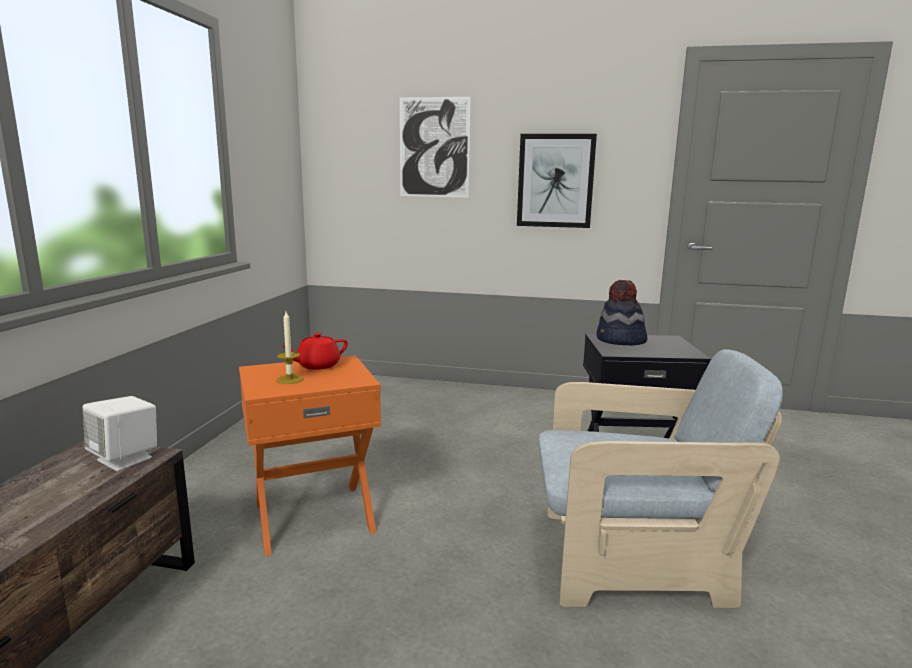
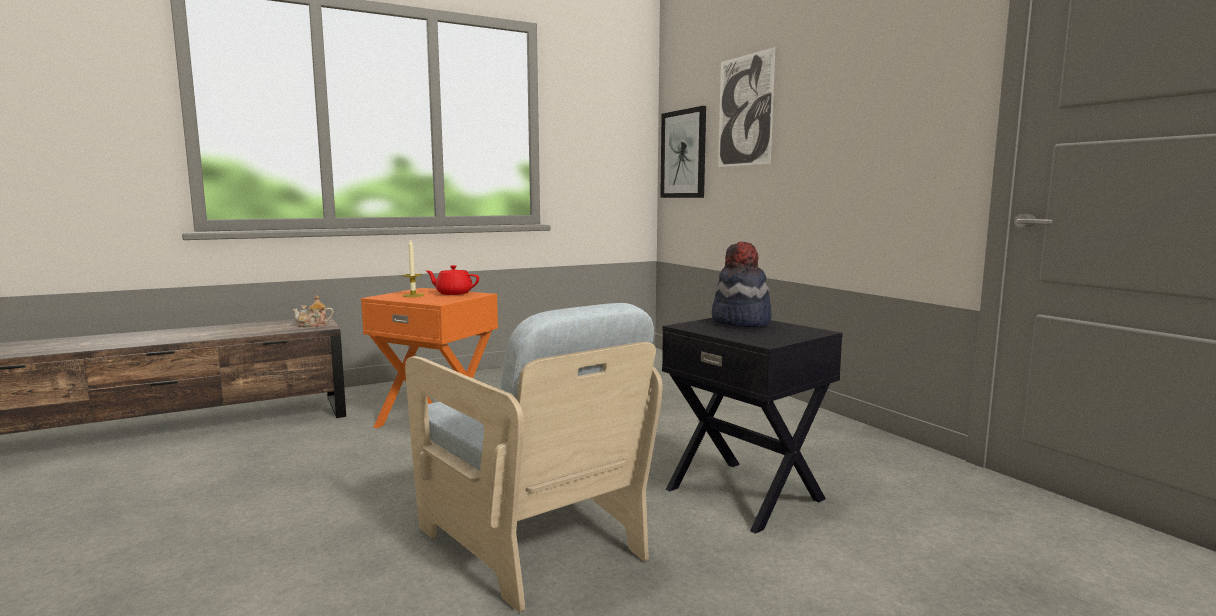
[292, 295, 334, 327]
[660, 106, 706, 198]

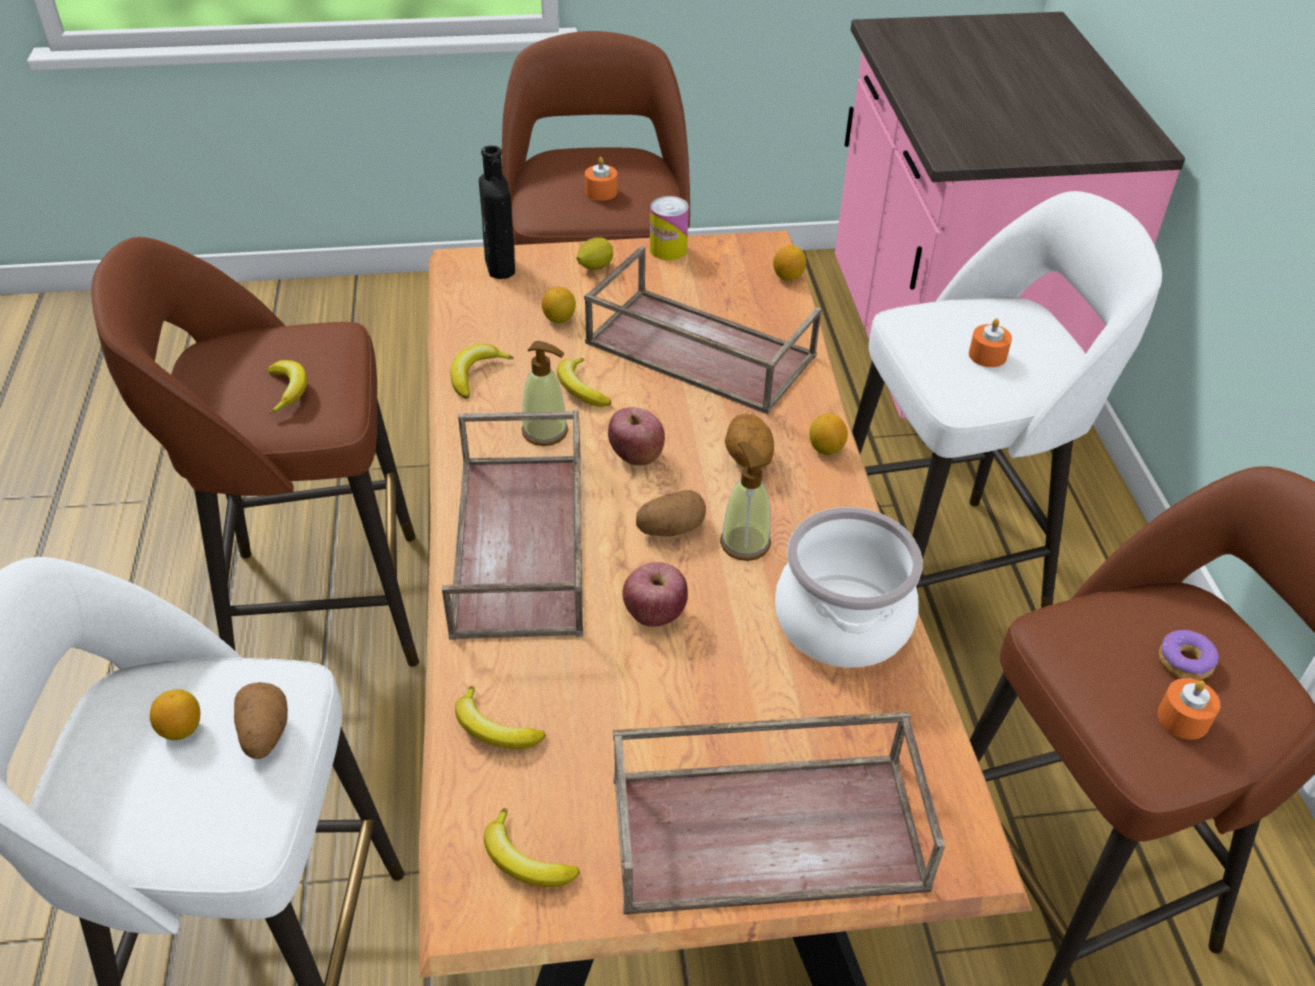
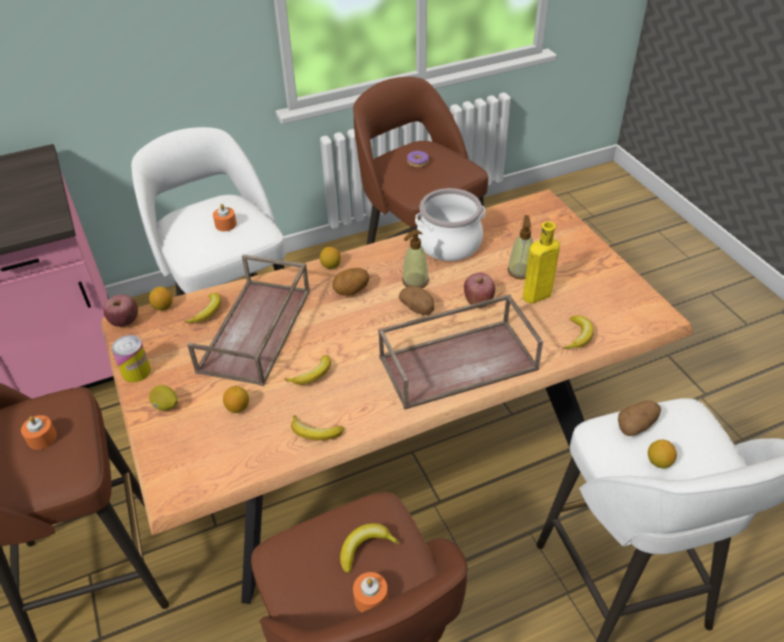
[479, 146, 515, 279] (first image)
[184, 293, 221, 323]
[507, 215, 533, 279]
[103, 294, 138, 327]
[613, 711, 945, 915] (first image)
[353, 572, 388, 613]
[522, 221, 560, 304]

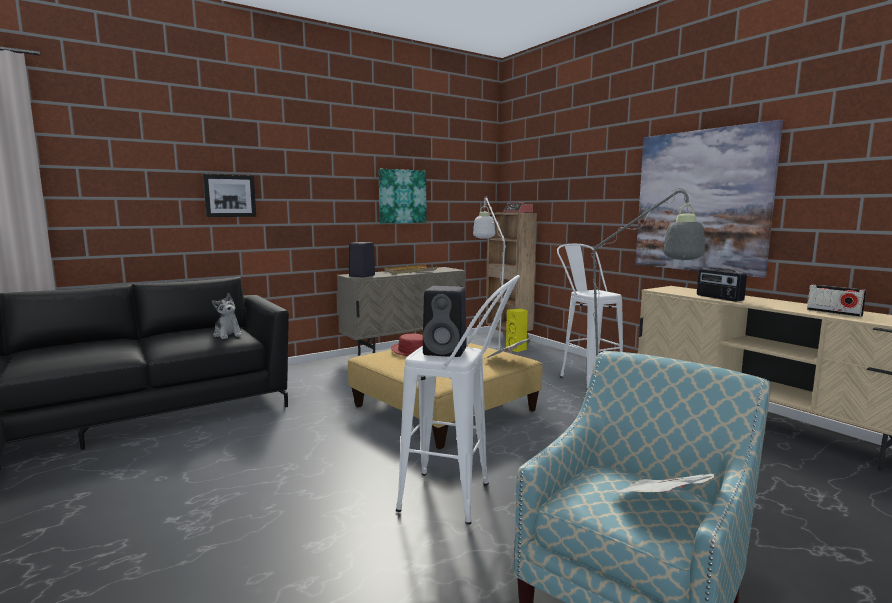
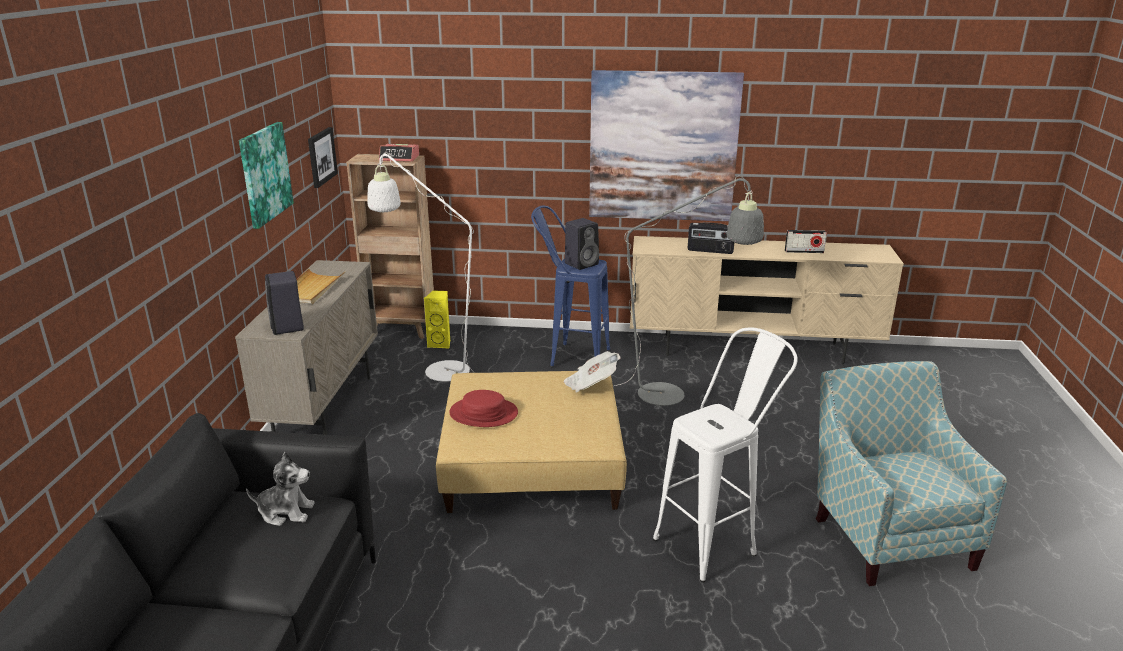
[308, 127, 338, 188]
[565, 218, 599, 270]
[531, 206, 610, 368]
[611, 473, 717, 493] (first image)

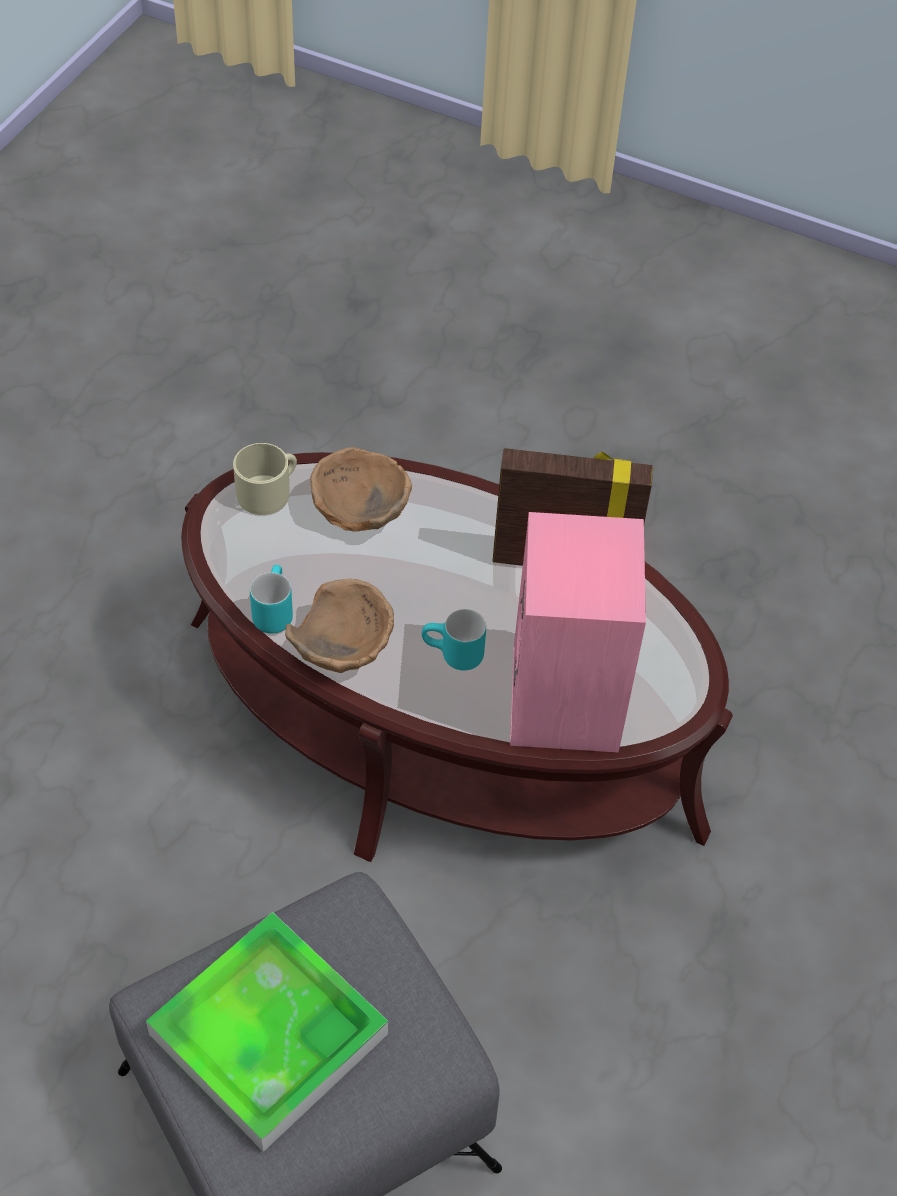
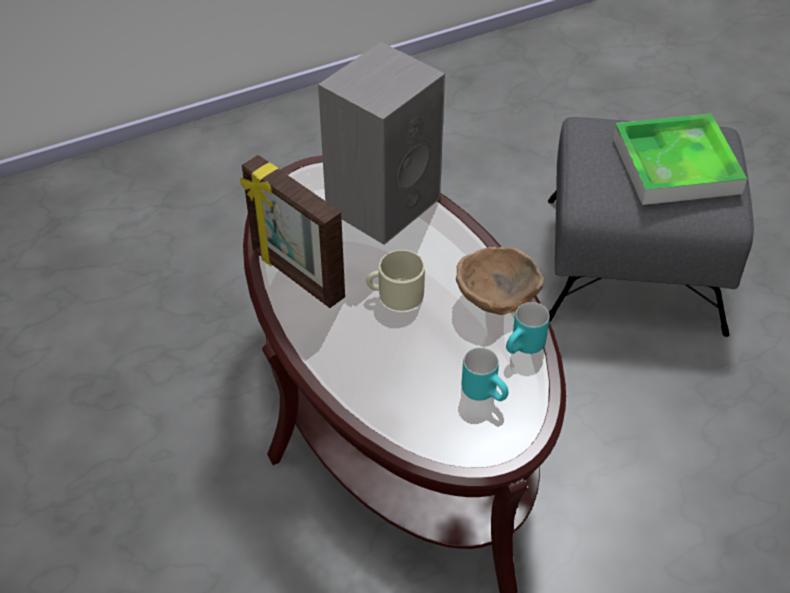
[366, 250, 425, 311]
[310, 447, 412, 532] (first image)
[461, 348, 508, 401]
[318, 42, 445, 245]

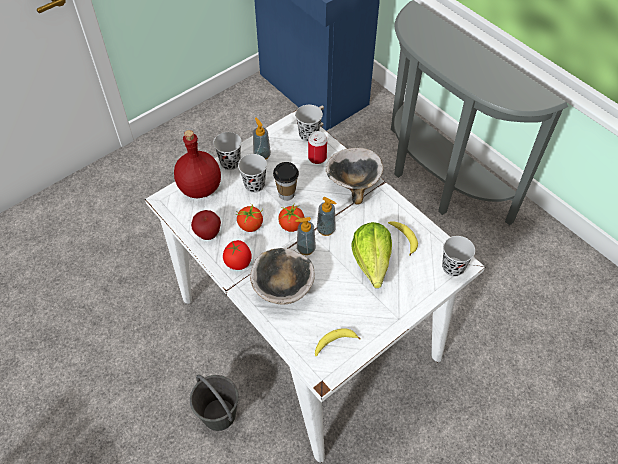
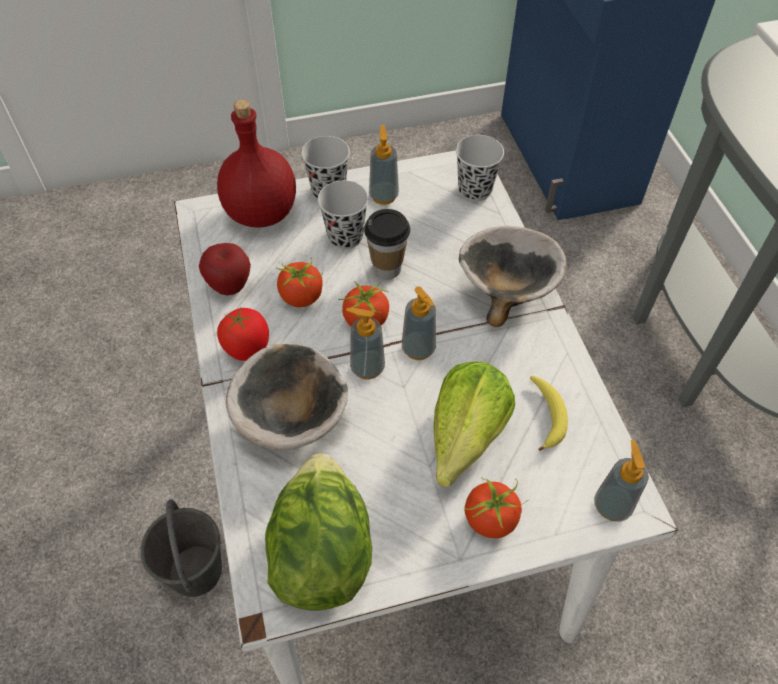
[308, 131, 327, 164] (first image)
[265, 454, 372, 611]
[594, 440, 649, 522]
[465, 478, 528, 538]

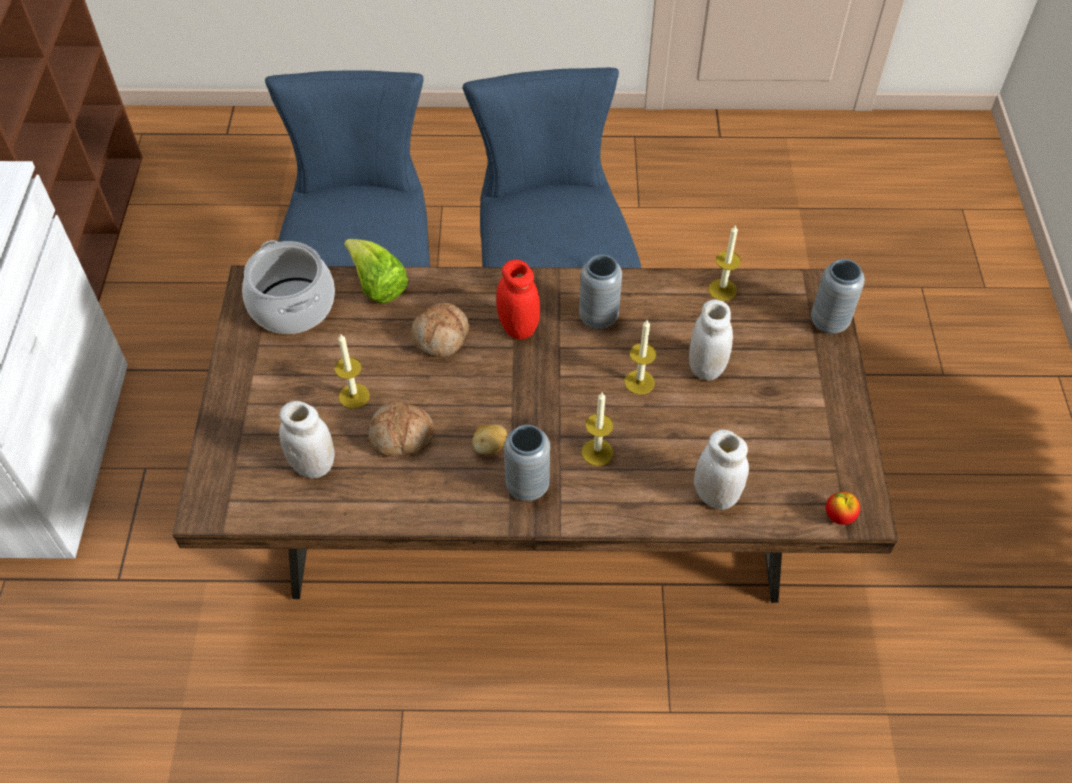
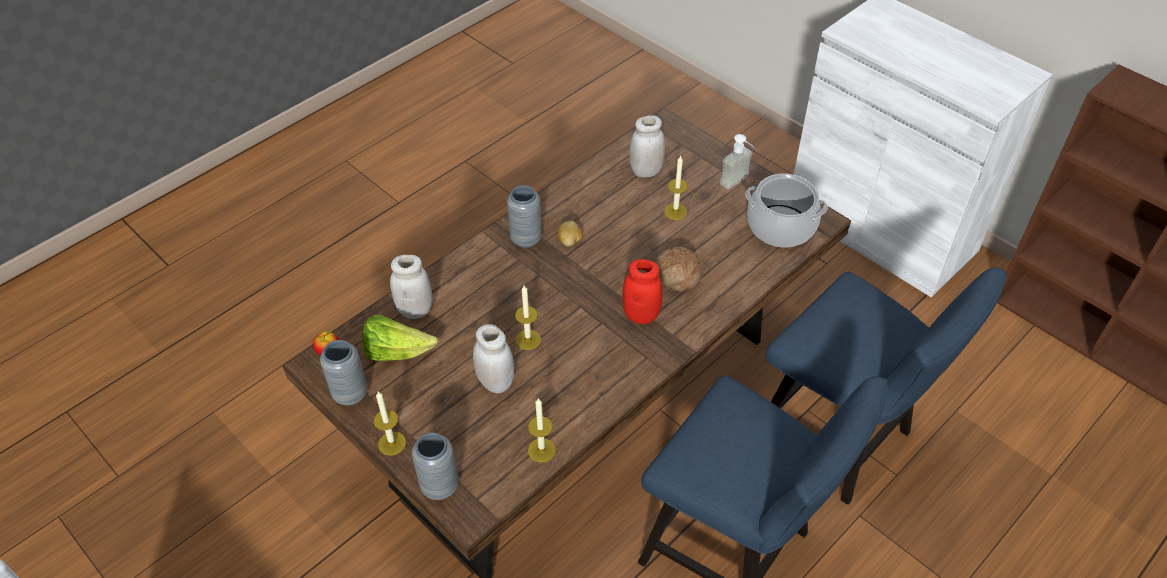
[362, 315, 438, 361]
[369, 401, 434, 457] (first image)
[320, 340, 367, 405]
[374, 392, 406, 456]
[720, 134, 756, 189]

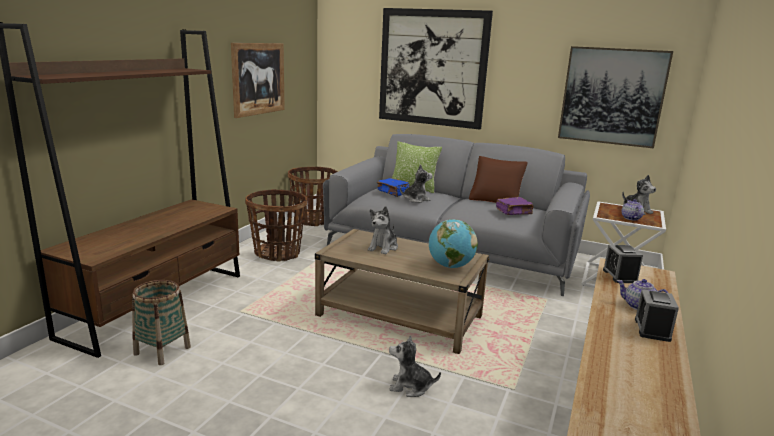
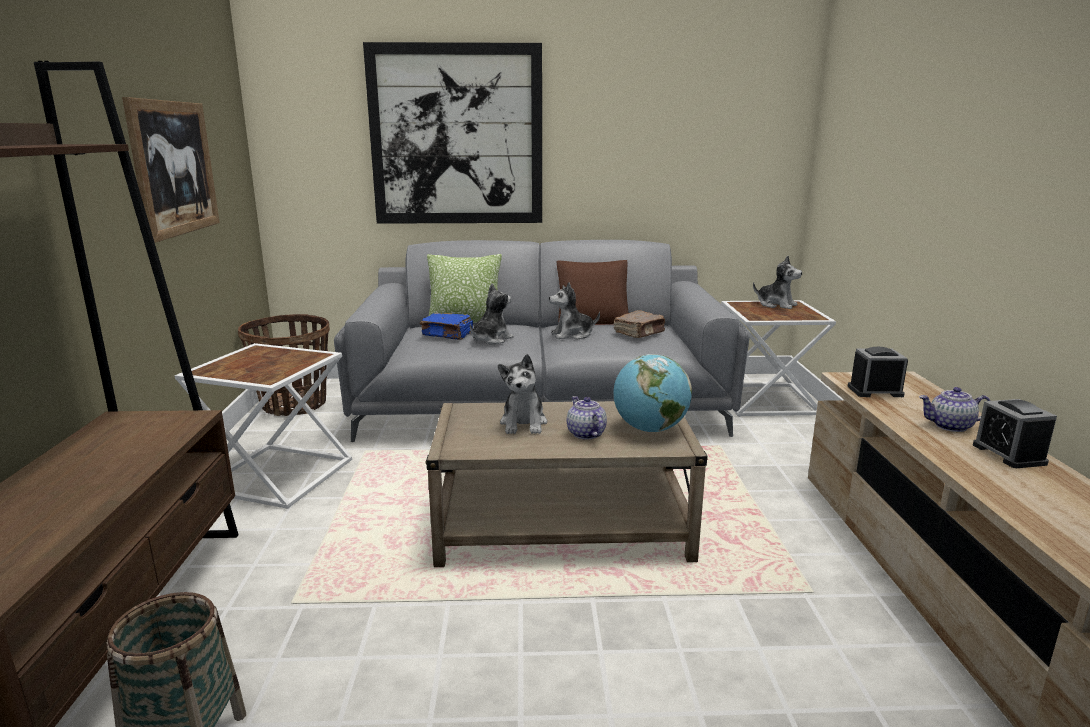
[175, 343, 352, 509]
[549, 282, 600, 340]
[614, 310, 665, 338]
[558, 46, 673, 148] (first image)
[847, 347, 908, 397]
[567, 396, 607, 440]

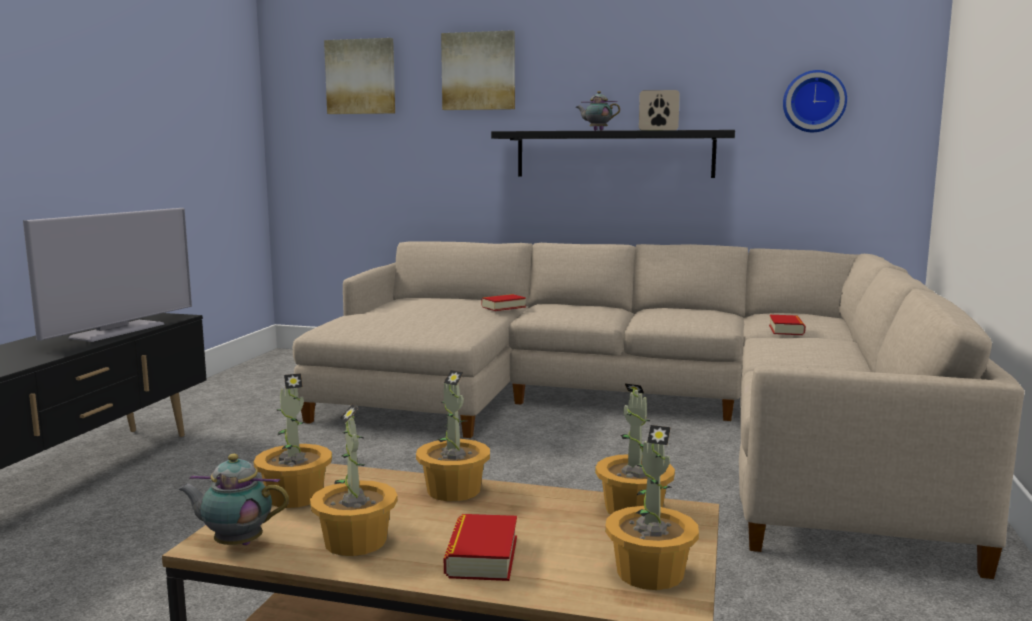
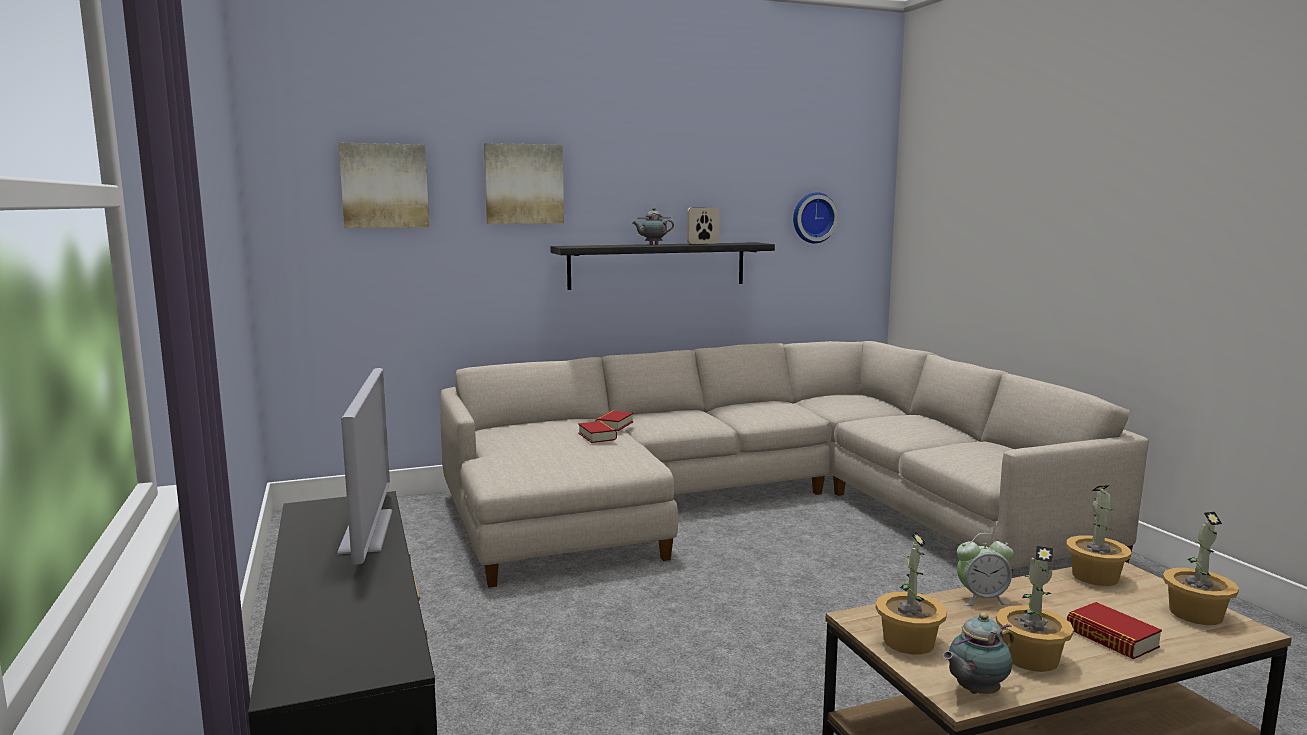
[957, 533, 1014, 606]
[578, 421, 617, 443]

